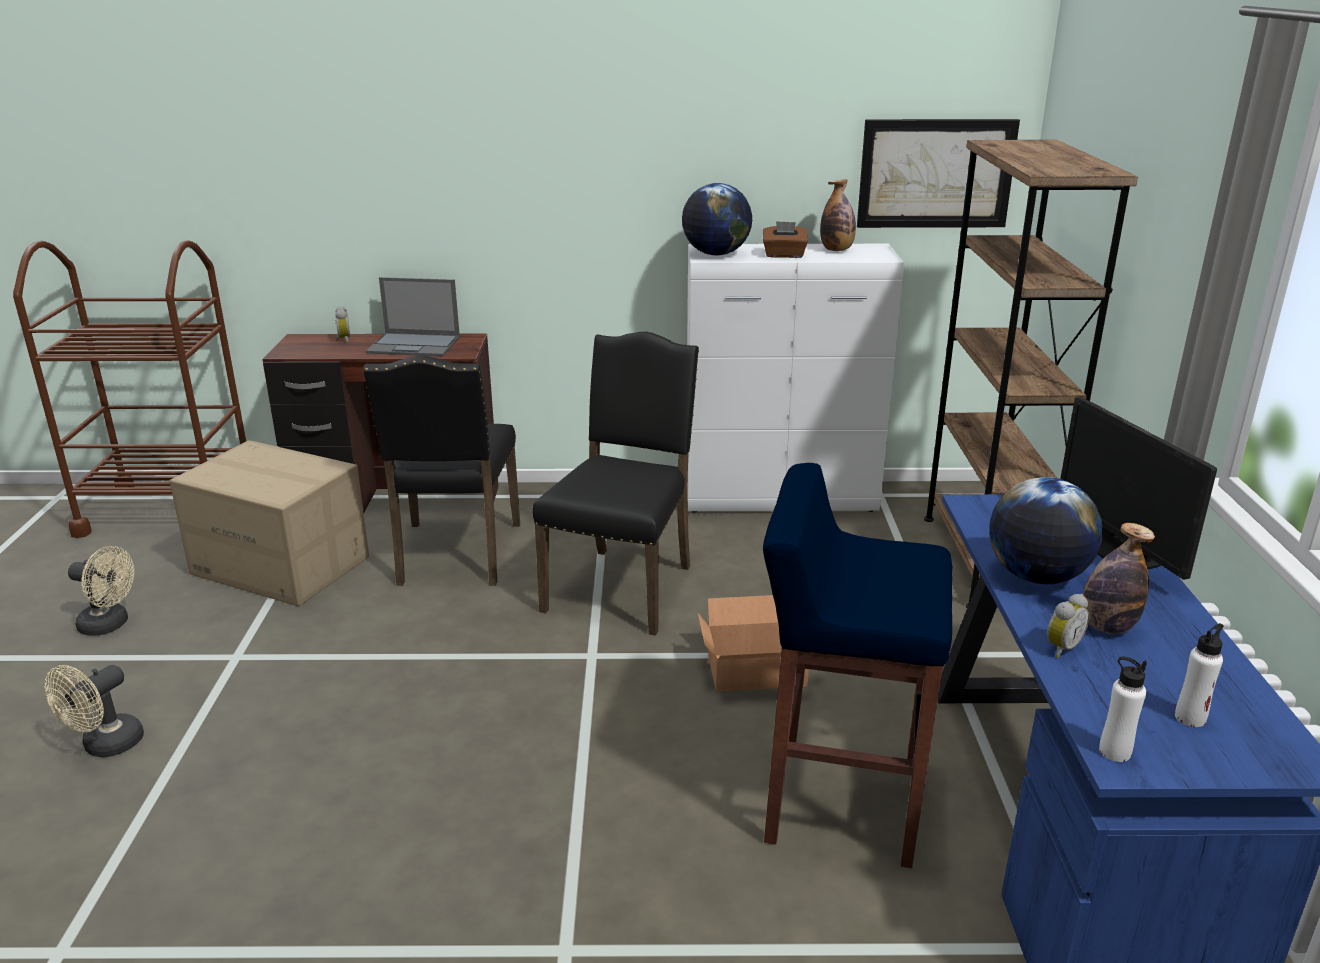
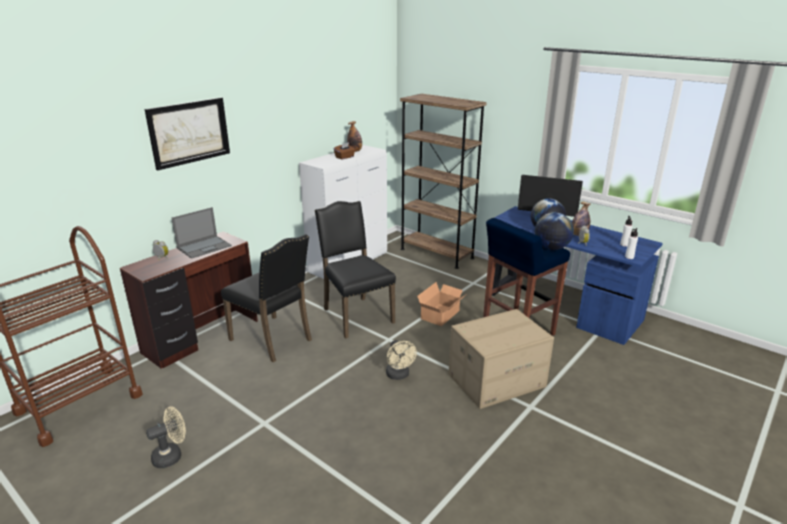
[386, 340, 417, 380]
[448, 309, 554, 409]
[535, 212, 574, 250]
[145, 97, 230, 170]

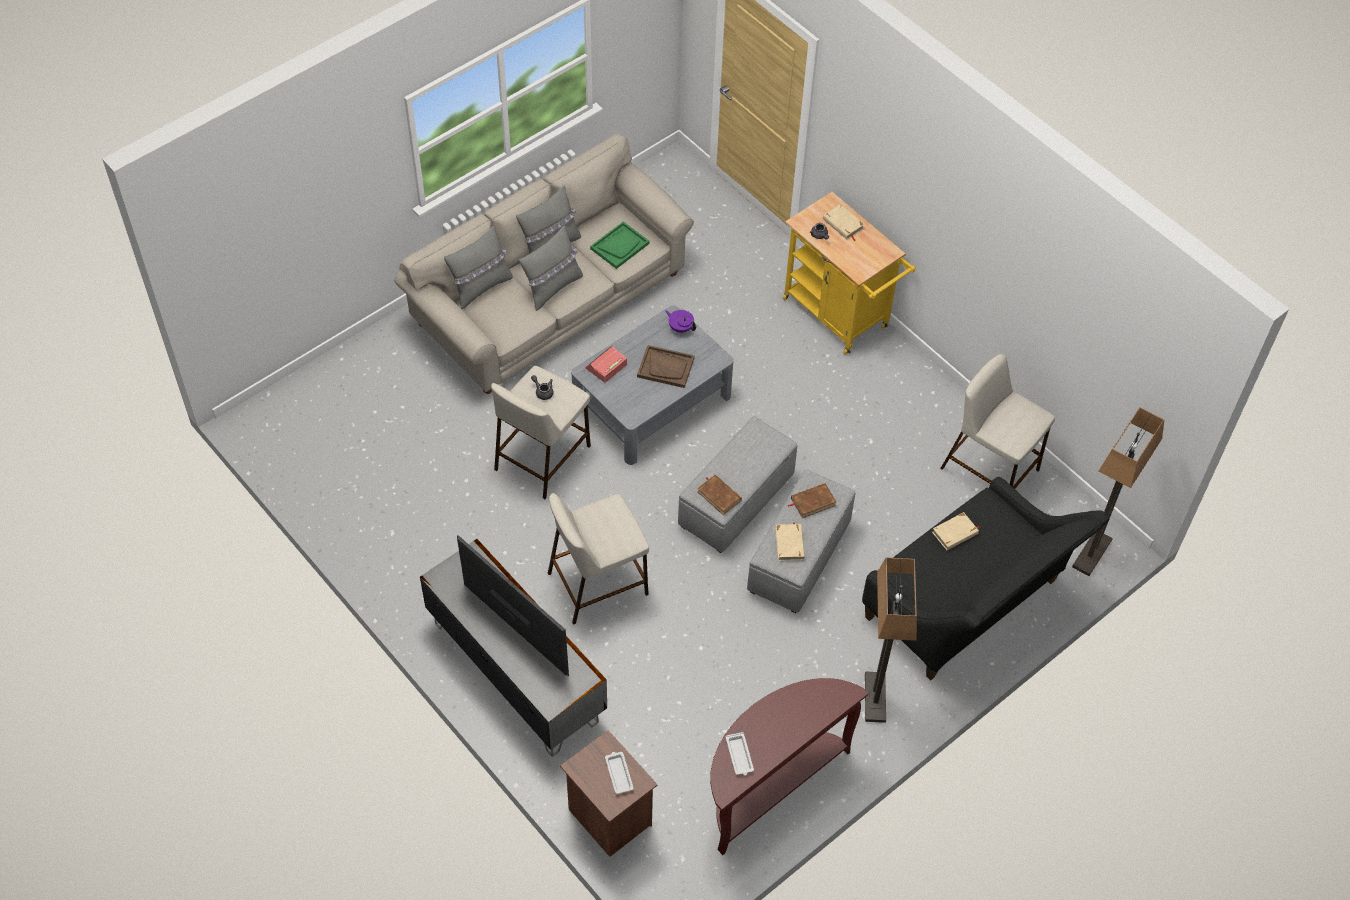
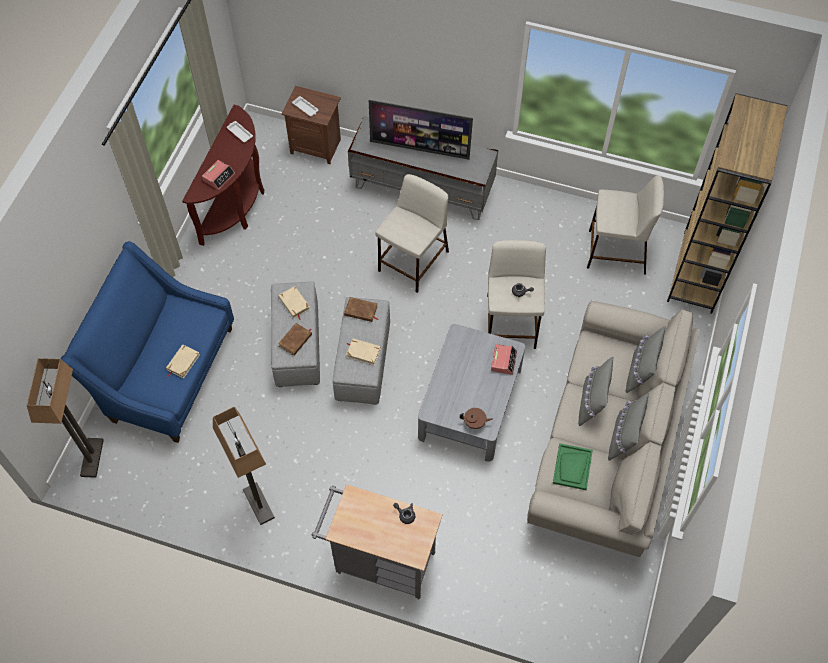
[637, 345, 694, 388] (first image)
[460, 408, 493, 429]
[312, 484, 443, 599]
[346, 338, 381, 365]
[60, 241, 234, 443]
[213, 406, 275, 525]
[587, 175, 664, 275]
[202, 160, 235, 190]
[667, 93, 788, 314]

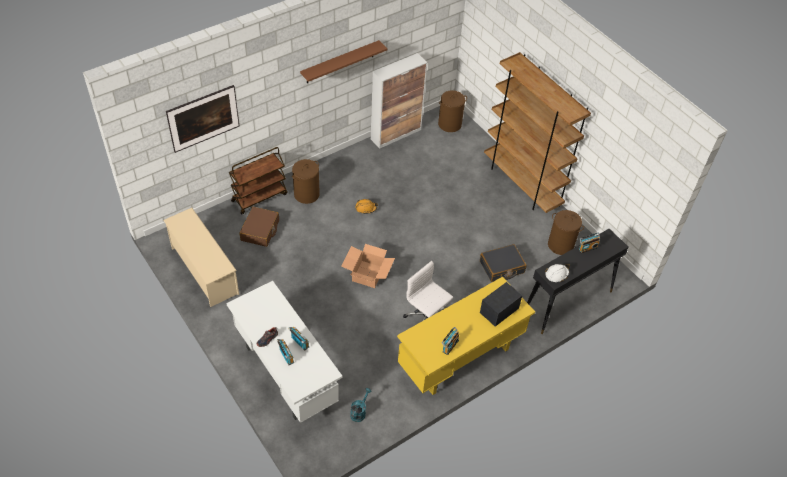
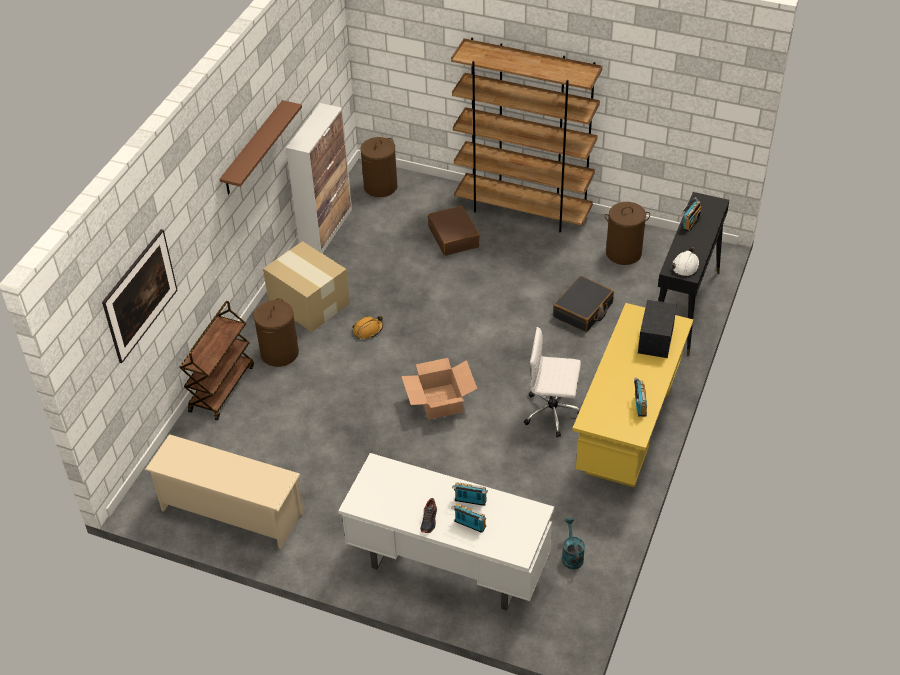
[428, 206, 480, 256]
[263, 241, 350, 332]

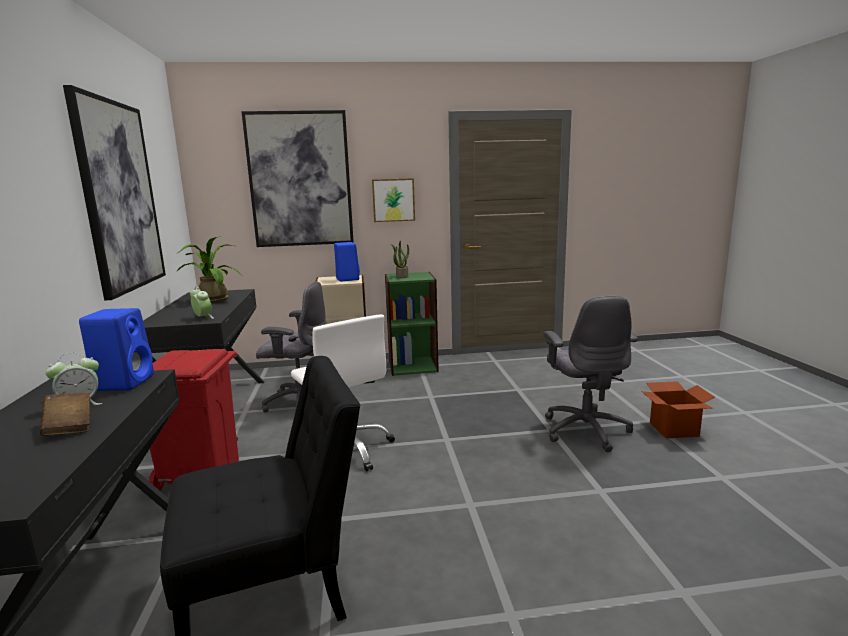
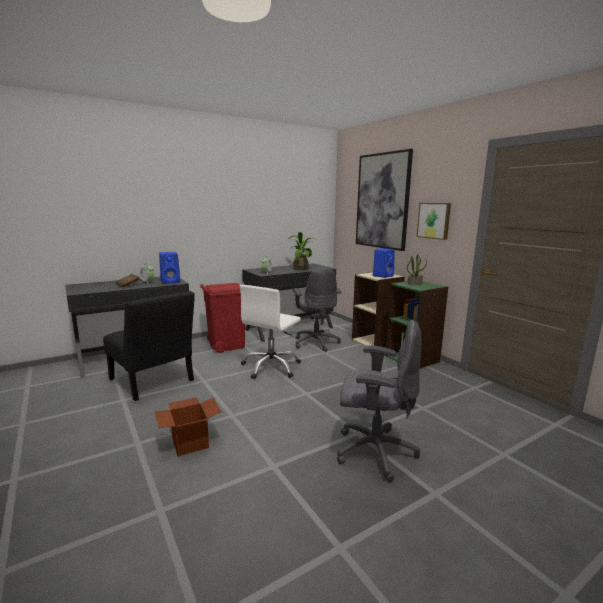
[63, 85, 166, 300] (first image)
[337, 320, 421, 482]
[154, 397, 222, 456]

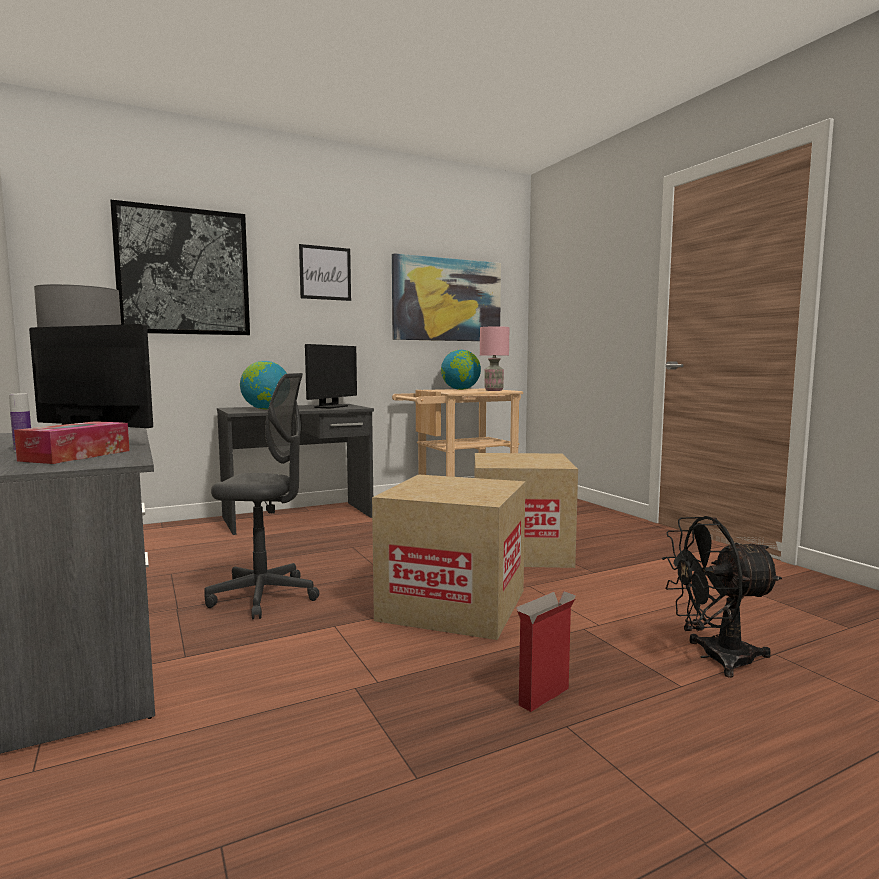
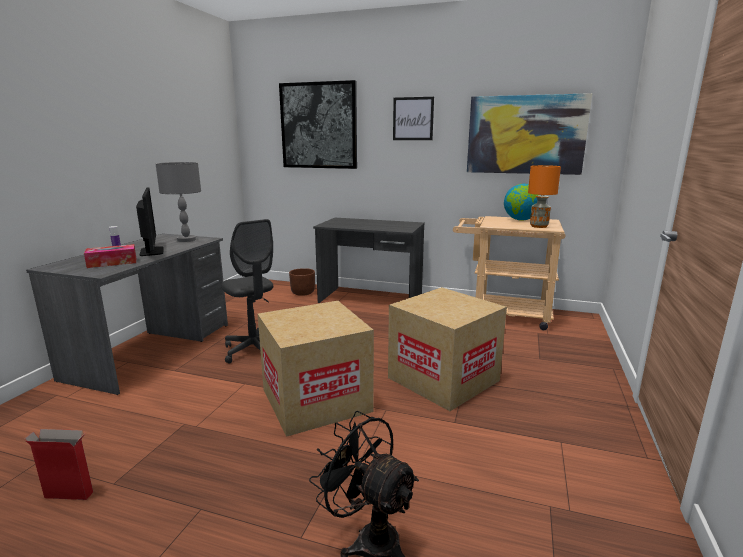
[240, 361, 287, 409] (first image)
[305, 344, 357, 408] (first image)
[528, 165, 561, 228]
[25, 429, 93, 500]
[289, 268, 315, 296]

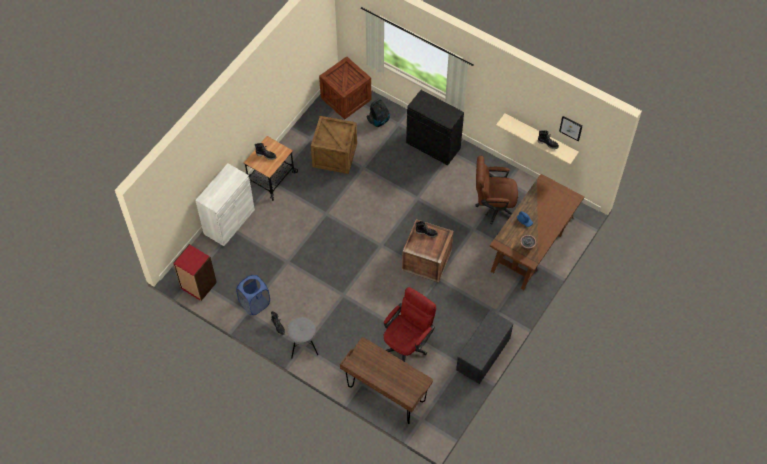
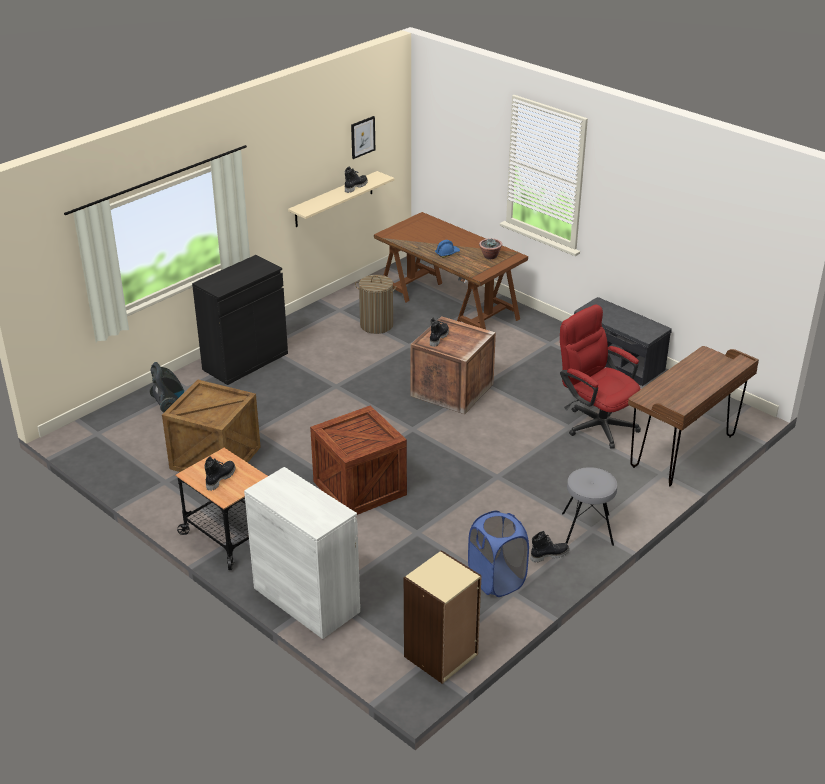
[404, 550, 482, 684]
[310, 406, 407, 515]
[355, 275, 396, 334]

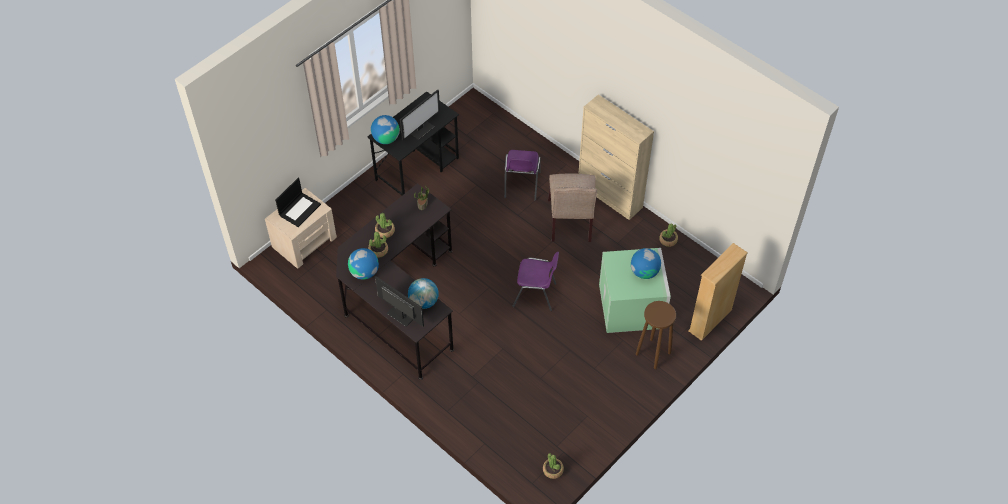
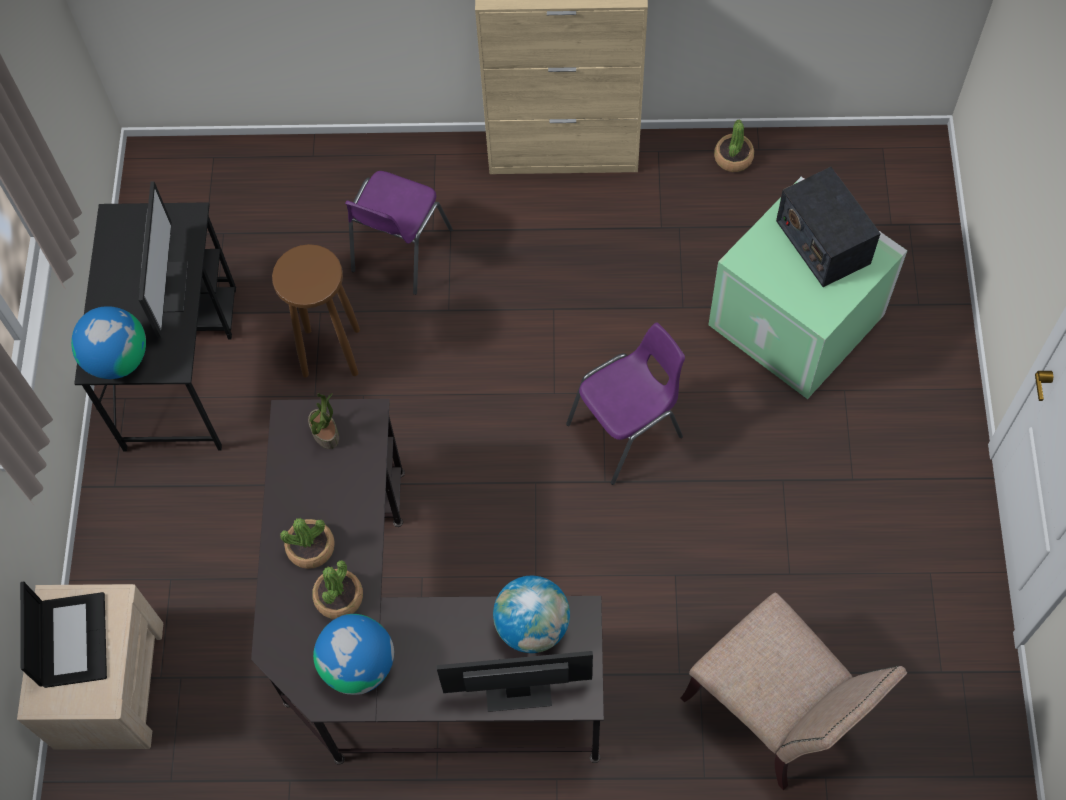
[345, 171, 453, 295]
[543, 453, 564, 479] (first image)
[681, 593, 907, 790]
[776, 167, 881, 287]
[272, 244, 360, 378]
[688, 243, 748, 341] (first image)

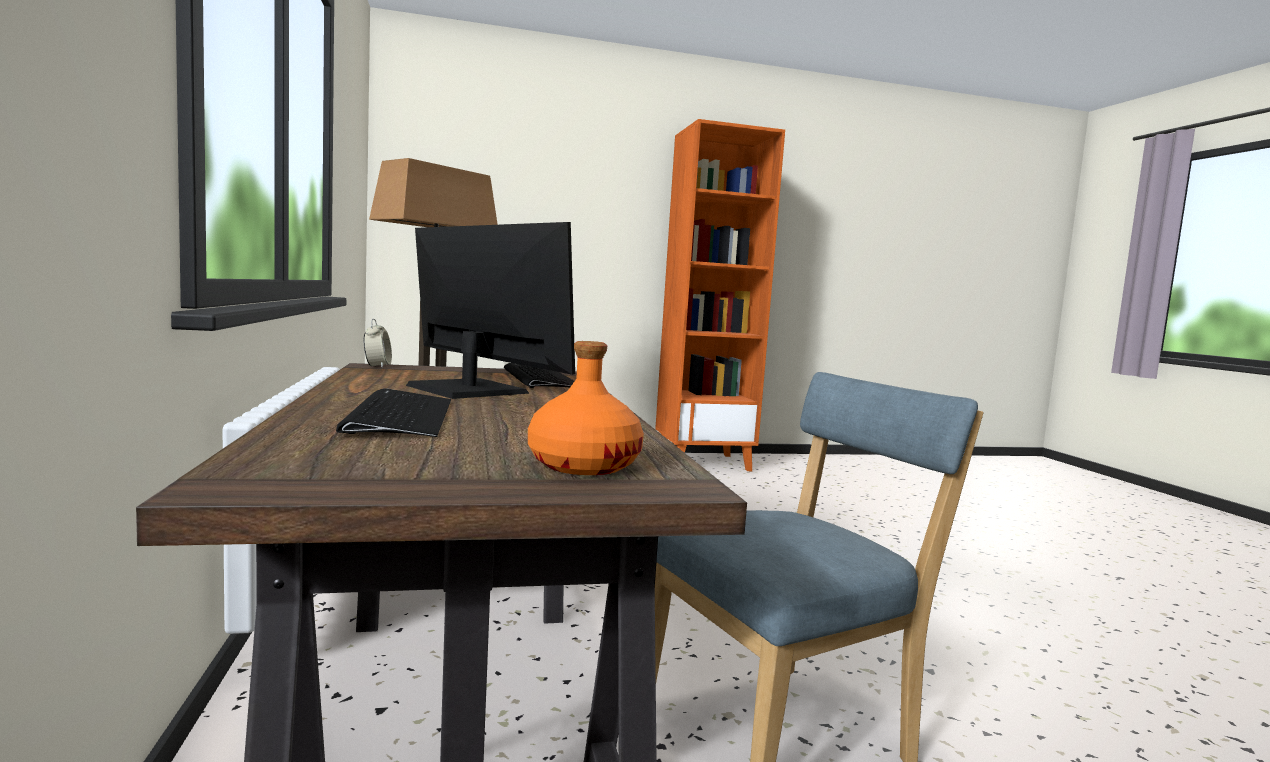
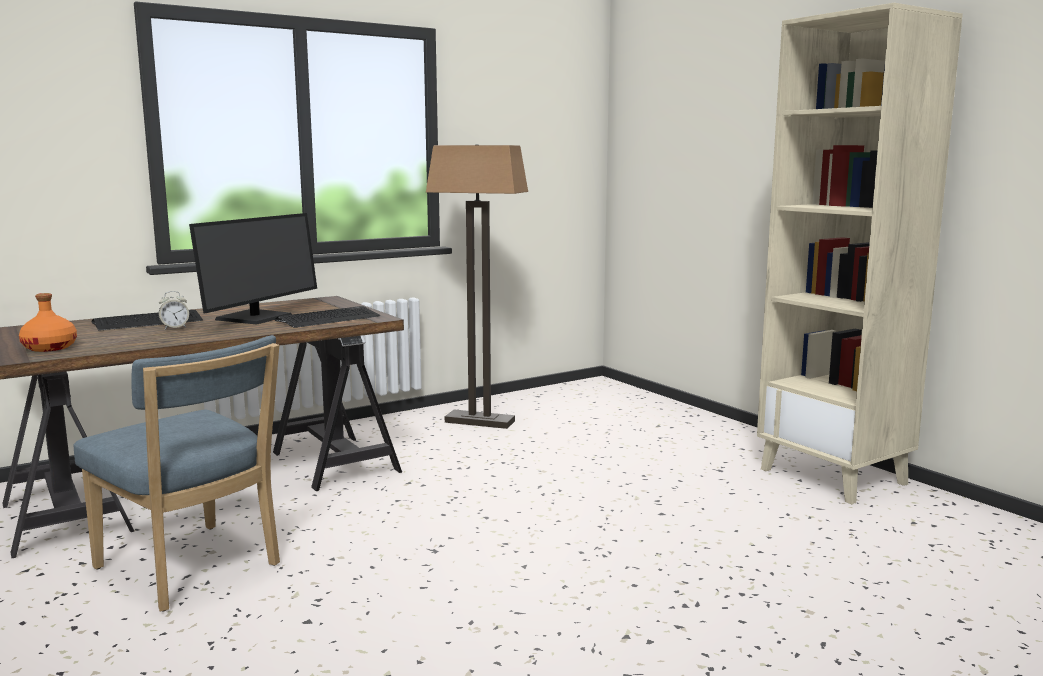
[159, 291, 189, 329]
[757, 3, 963, 504]

